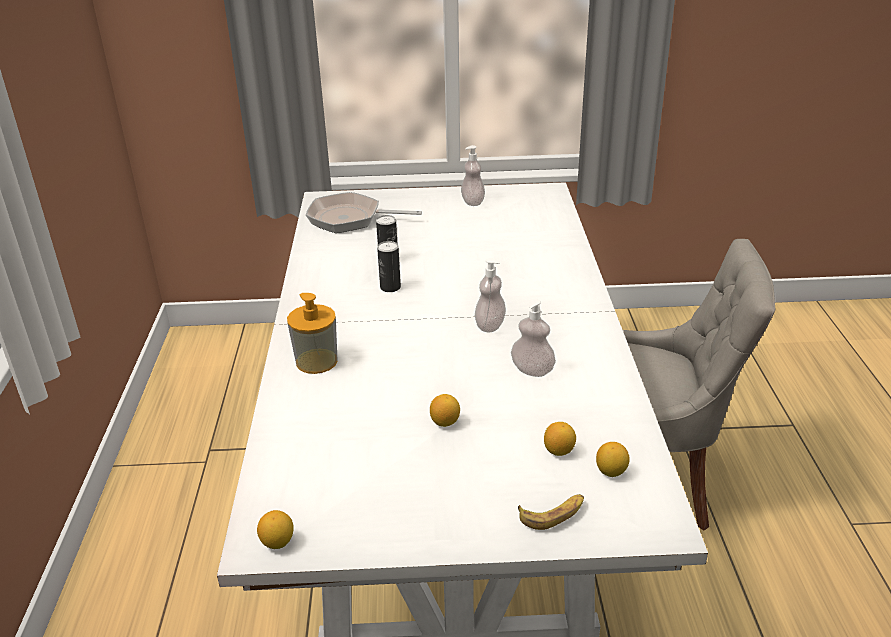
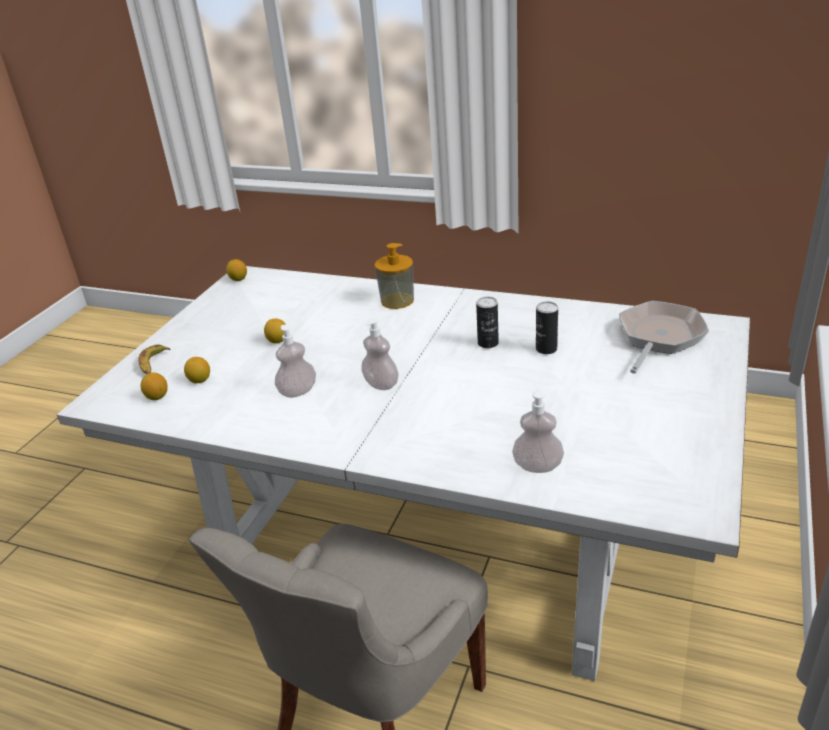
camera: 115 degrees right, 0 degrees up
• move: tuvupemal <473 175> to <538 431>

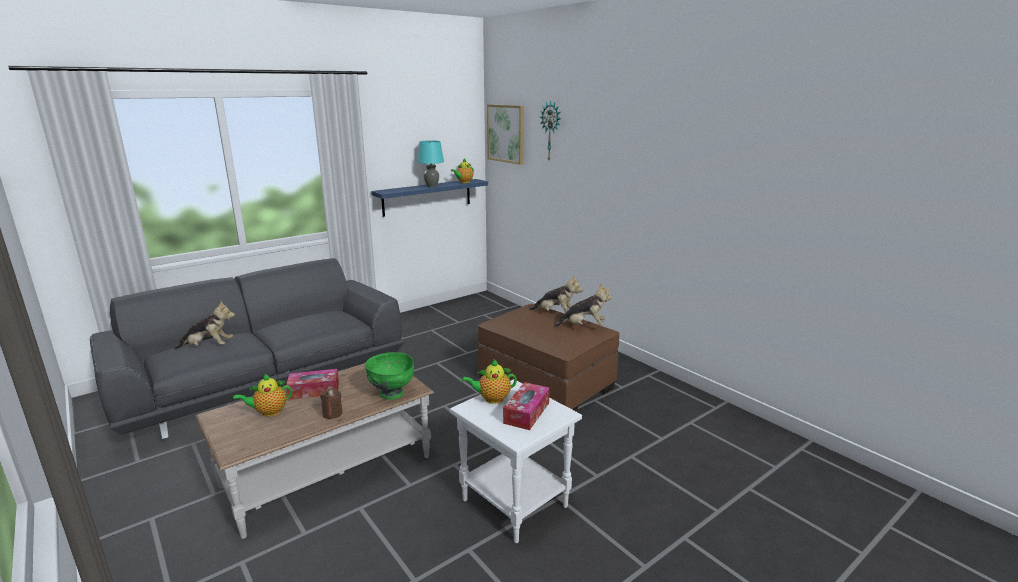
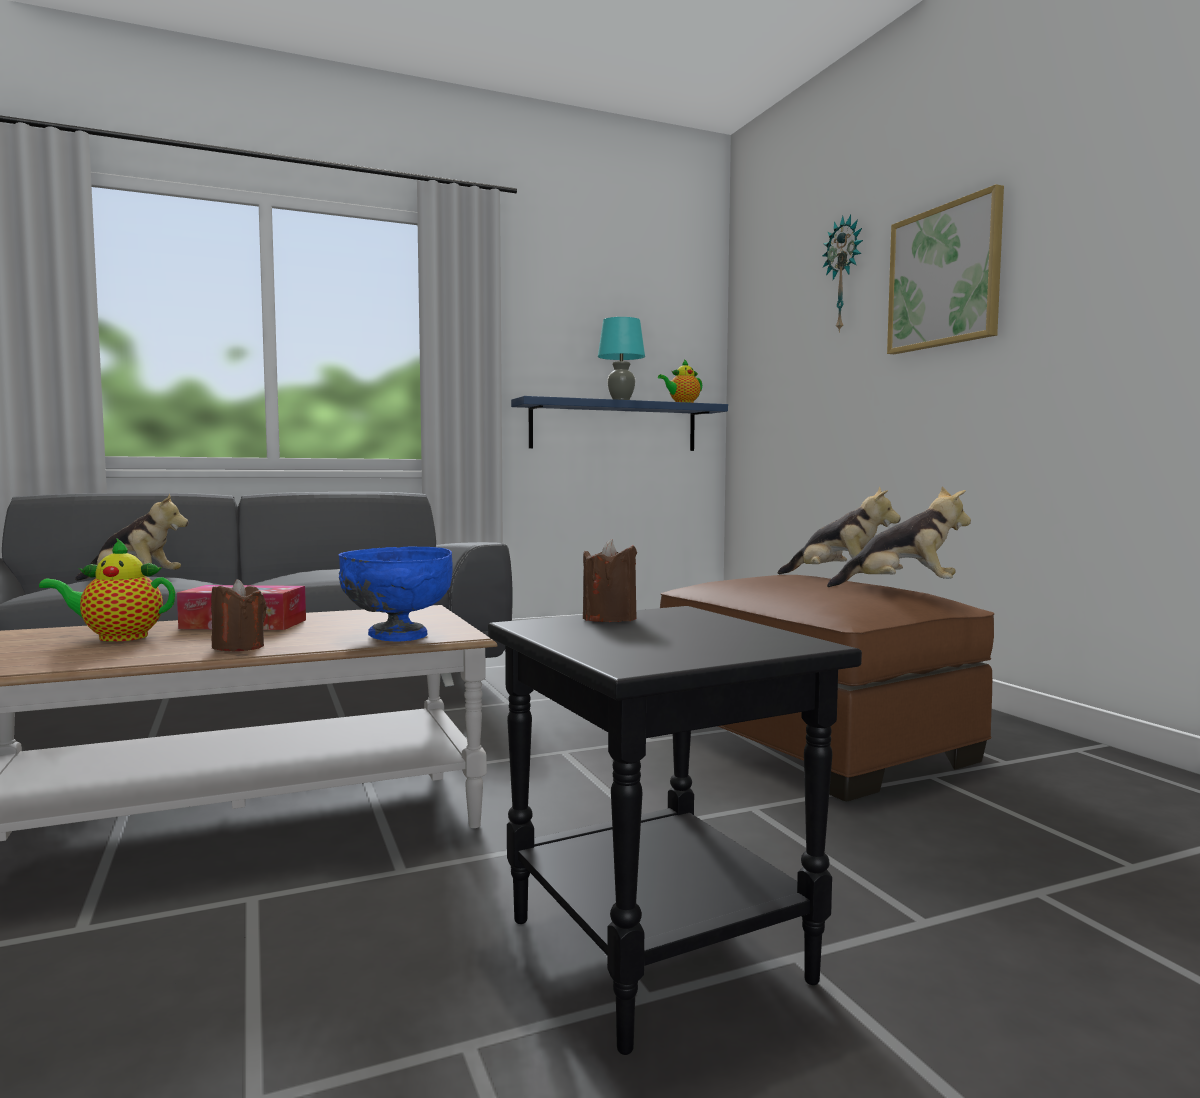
camera: 15 degrees right, 15 degrees down
• move: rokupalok <505 134> to <945 269>
• recolor: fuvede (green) <389 376> to fuvede (blue) <395 594>
• replace: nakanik <489 381> to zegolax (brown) <610 580>
• recolor: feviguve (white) <516 461> to feviguve (black) <675 830>
• delete: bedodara <526 406>

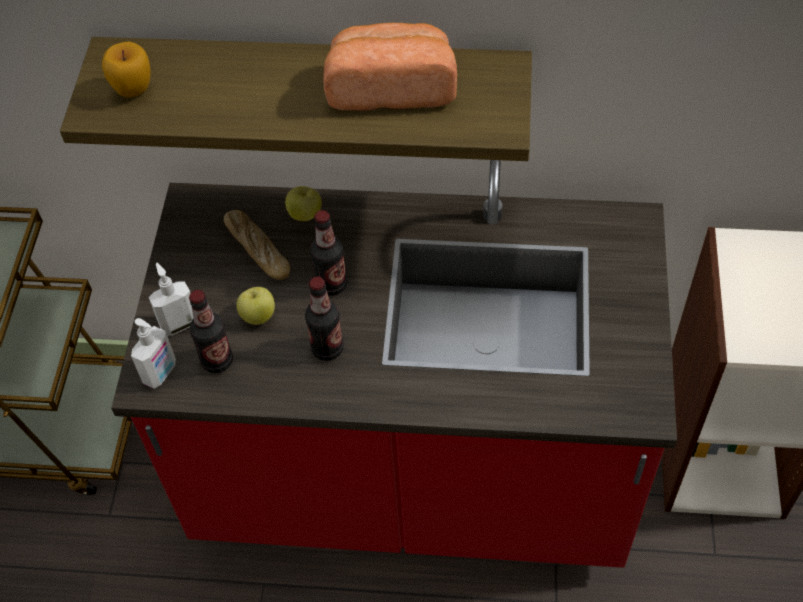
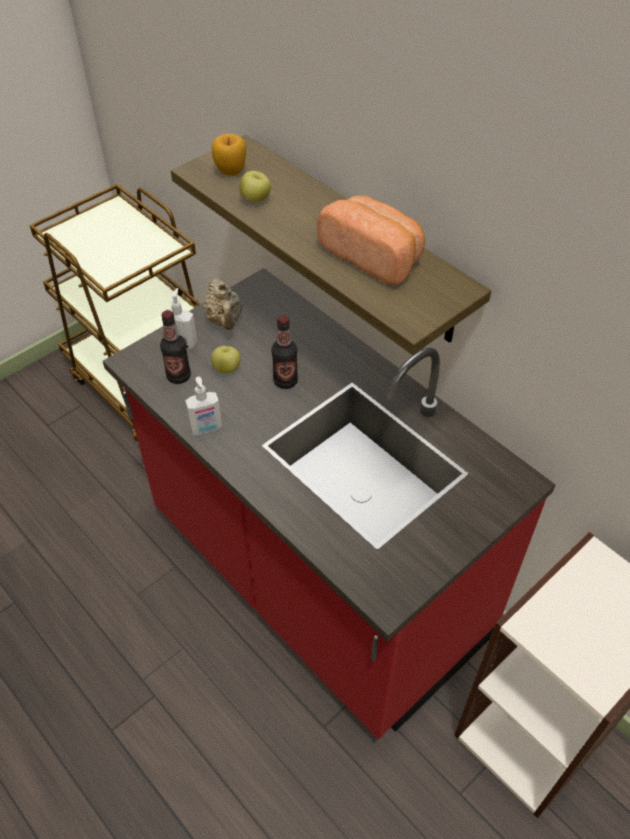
camera: 40 degrees right, 5 degrees down
• move: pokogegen <303 203> to <255 187>
• delete: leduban <257 245>
• delete: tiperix <324 319>
• move: tuvupemal <153 353> to <203 405>
• insert: nakanik (beige) <223 304>

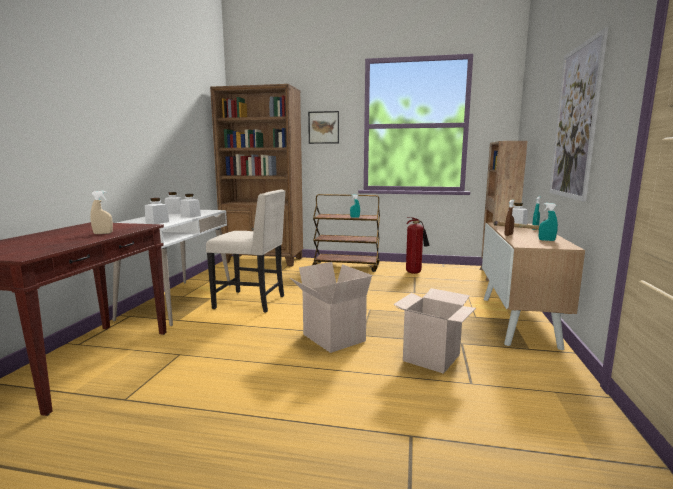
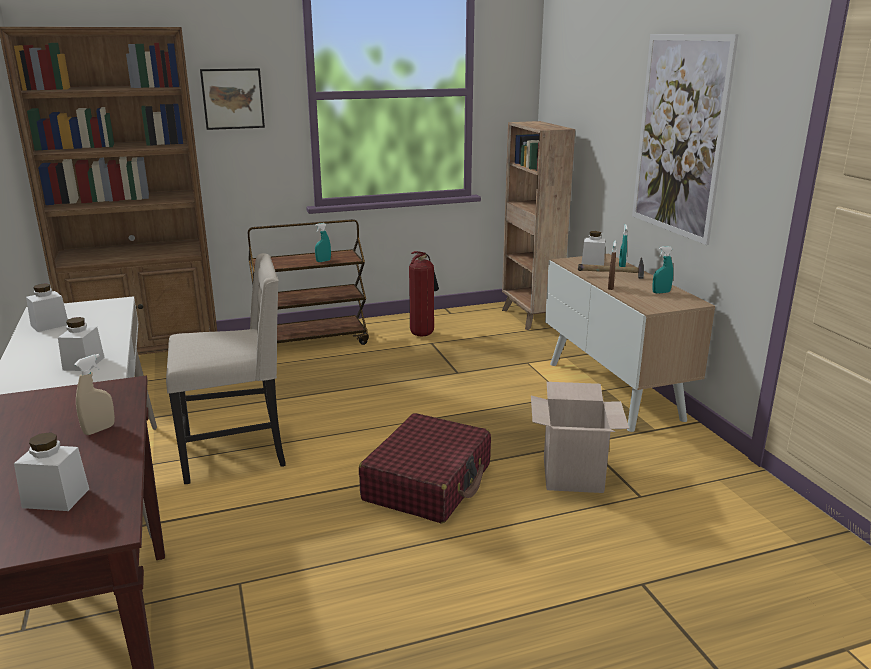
camera: 30 degrees left, 10 degrees up
• move: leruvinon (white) <190 206> to <51 471>
• replace: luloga <331 307> to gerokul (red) <425 468>

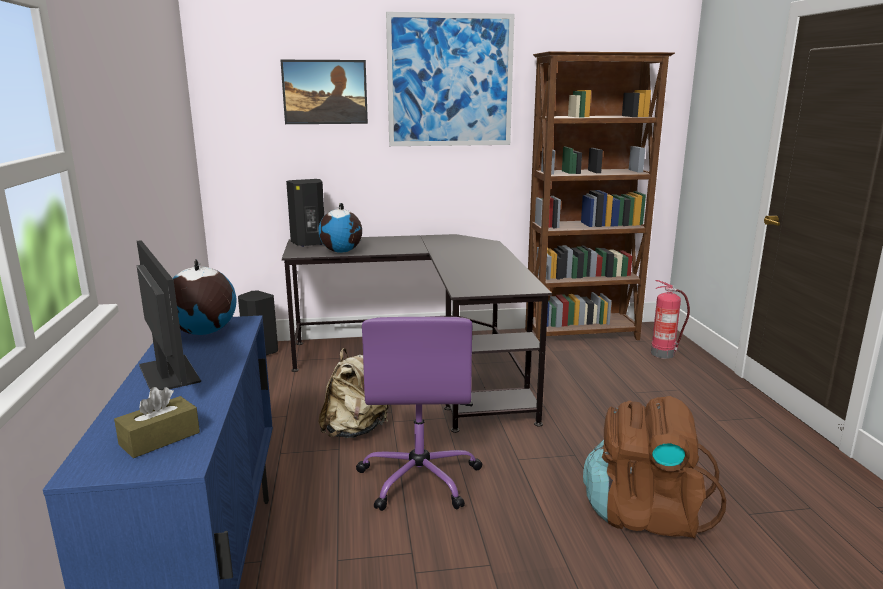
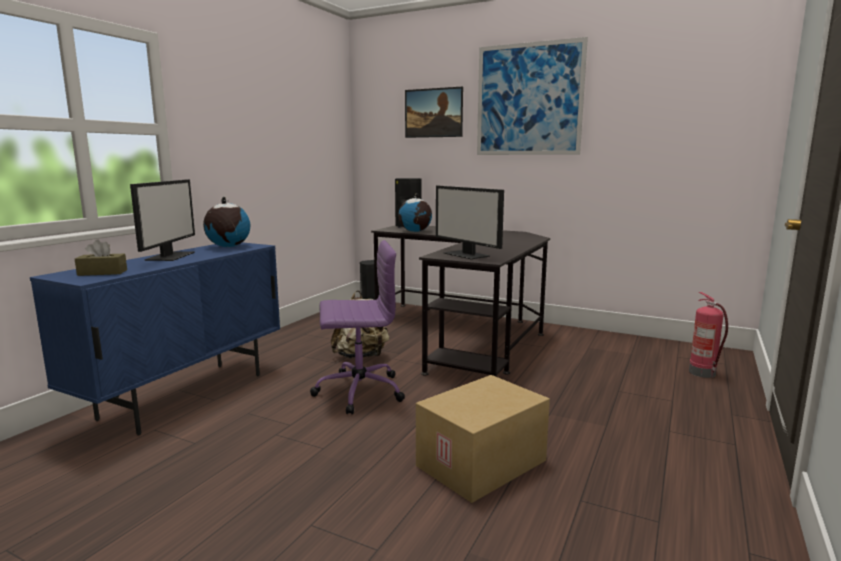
camera: 35 degrees right, 5 degrees down
• delete: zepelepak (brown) <600 196>
• rotate: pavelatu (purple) <419 414> = <357 327> 135 degrees counterclockwise
• replace: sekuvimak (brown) <654 467> to luloga <483 439>
• insert: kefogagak <470 222>

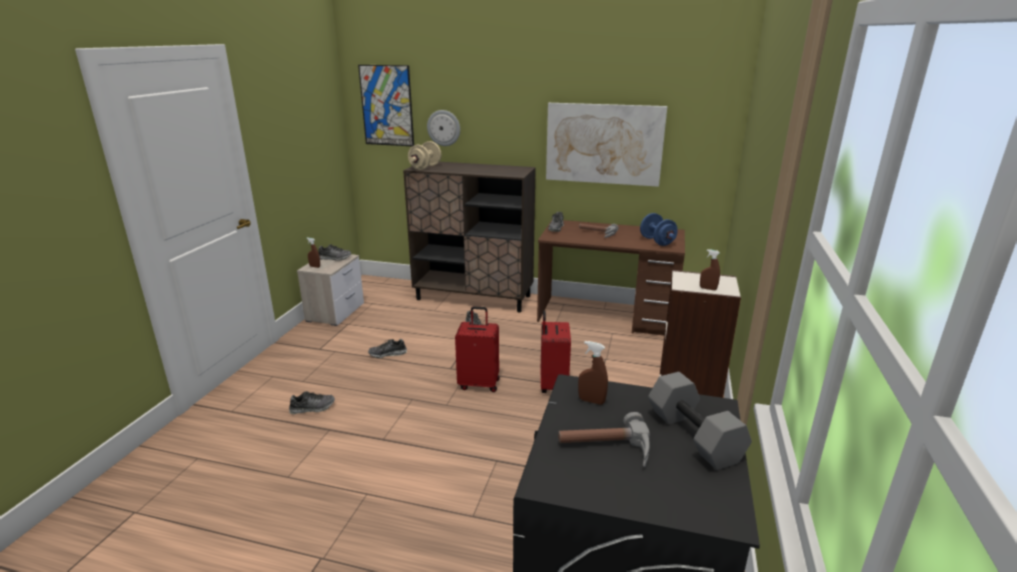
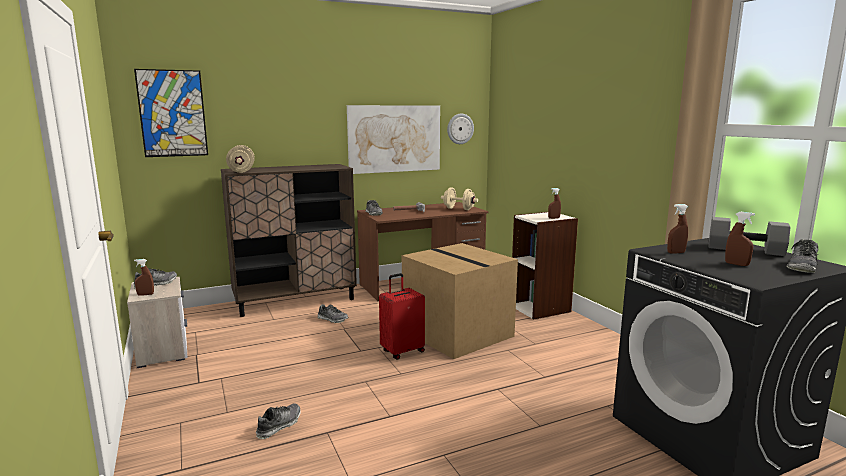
camera: 40 degrees left, 10 degrees down
• move: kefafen <443 128> to <460 129>
• recolor: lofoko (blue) <659 229> to lofoko (beige) <459 198>
• replace: gerokul (red) <556 351> to luloga <460 301>
• move: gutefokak <387 348> to <802 256>
• replace: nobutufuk <604 440> to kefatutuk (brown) <740 239>

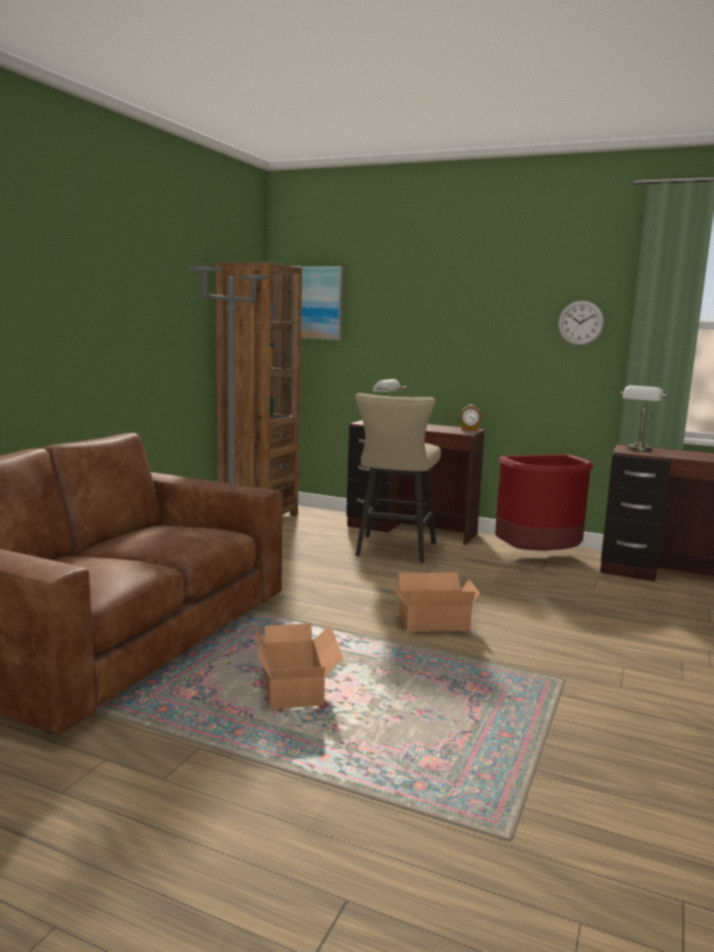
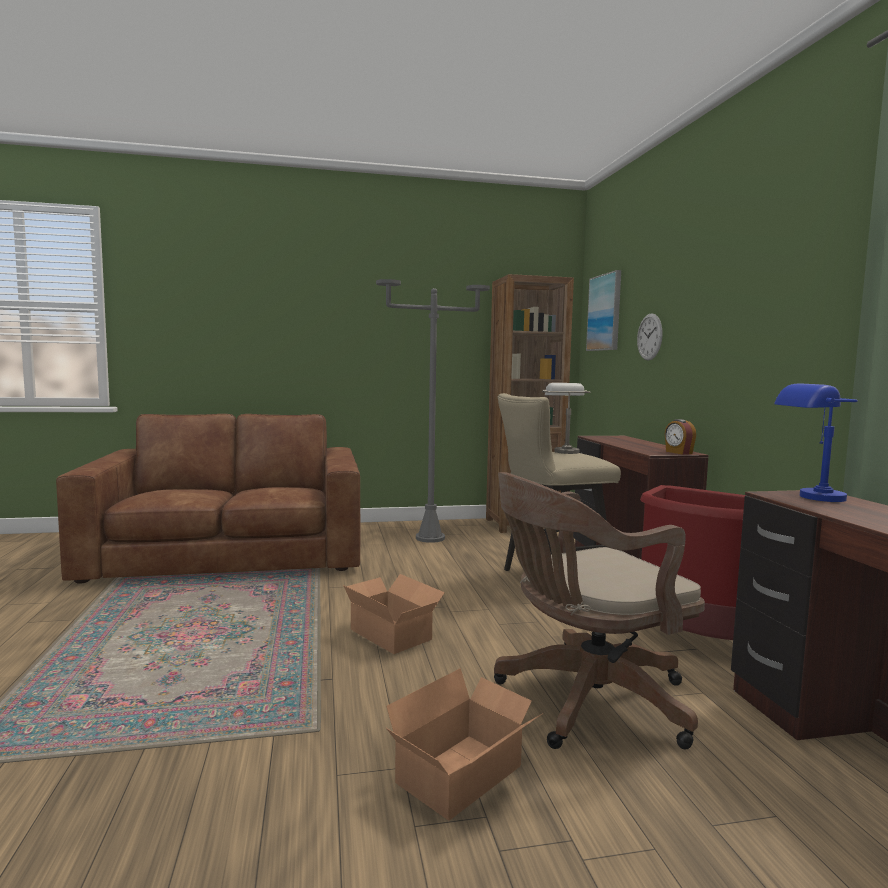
camera: 55 degrees right, 5 degrees down
• move: kefafen <581 323> to <649 337>
• recolor: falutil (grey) <644 418> to falutil (blue) <816 443>
• move: luloga <299 666> to <464 744>
• insert: pavelatu (brown) <599 610>

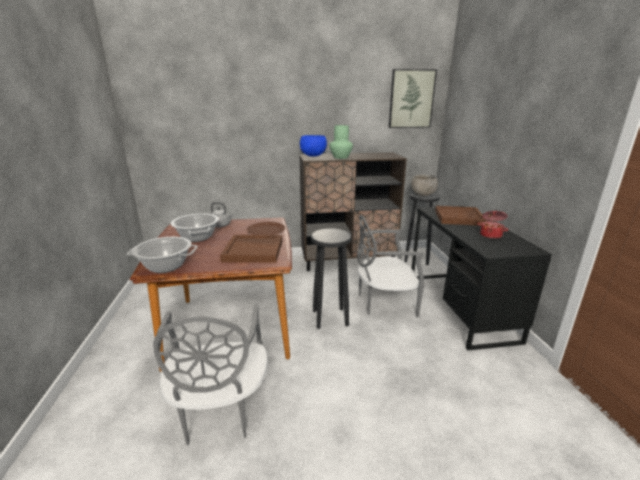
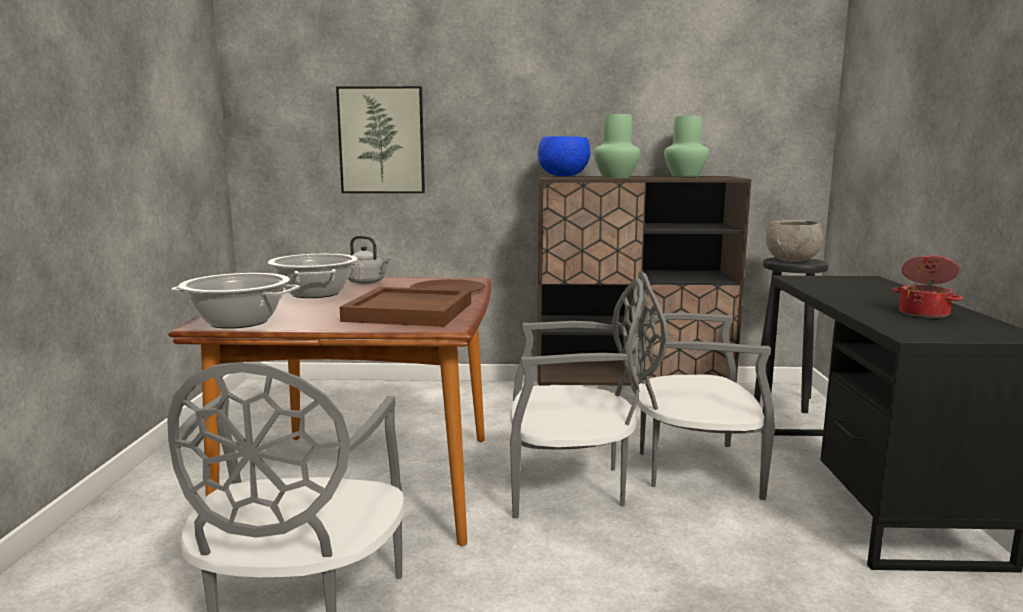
camera: 10 degrees right, 10 degrees down
• move: rokupalok <413 98> to <380 139>
• delete: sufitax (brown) <461 216>
• replace: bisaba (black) <331 278> to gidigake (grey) <576 398>
• insert: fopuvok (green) <686 146>

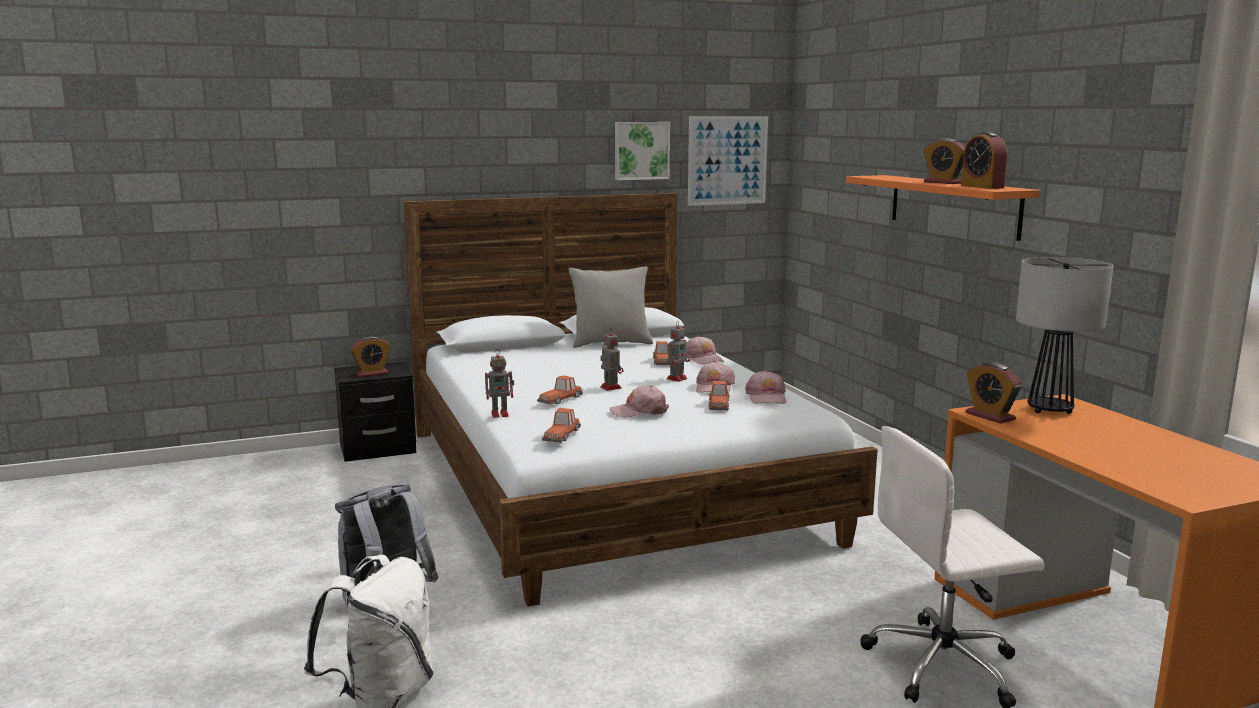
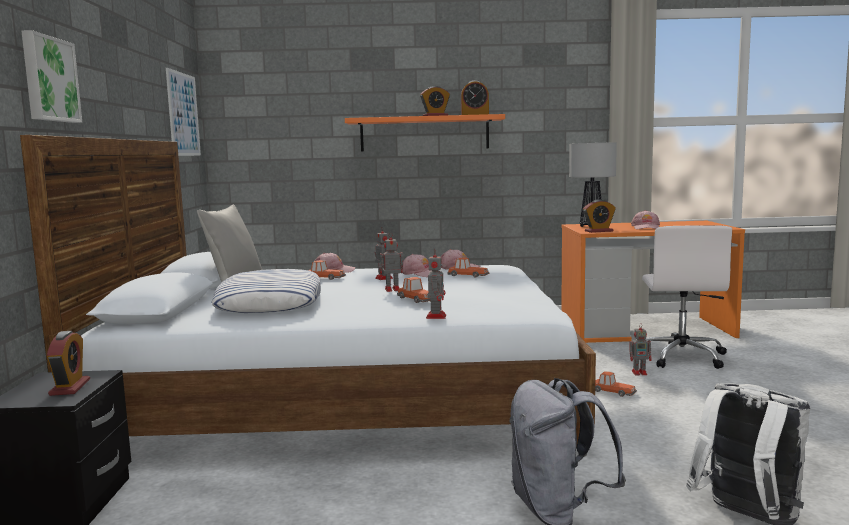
camera: 70 degrees left, 5 degrees down
• move: rokupalok <642 151> to <51 76>
• move: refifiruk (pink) <639 401> to <645 220>
• move: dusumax <561 425> to <616 384>
• insert: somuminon <266 291>
• insert: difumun <640 349>

